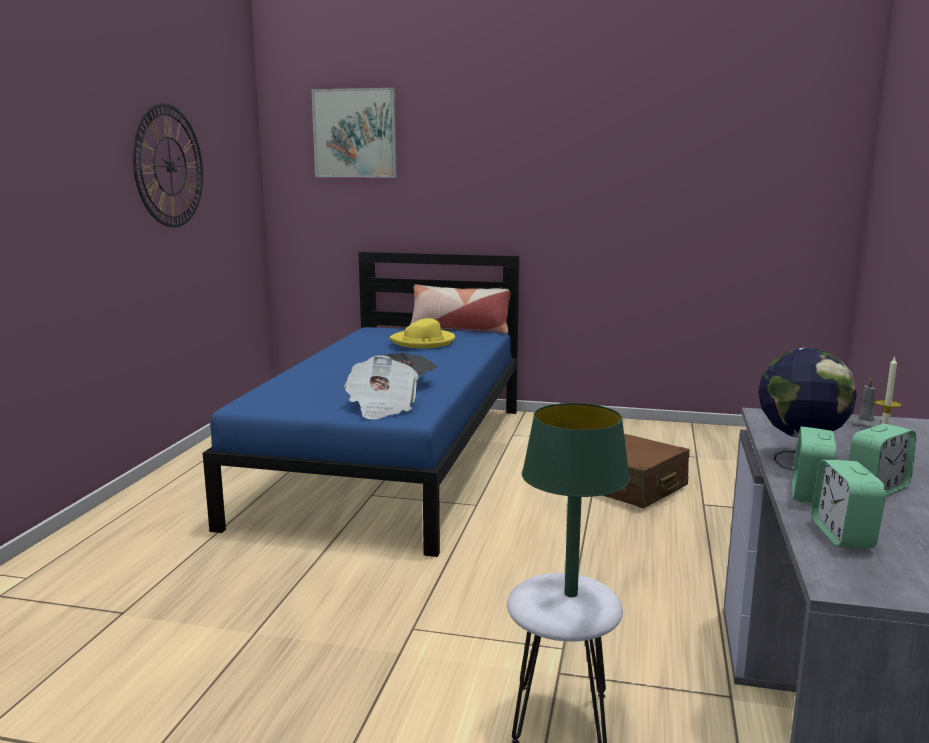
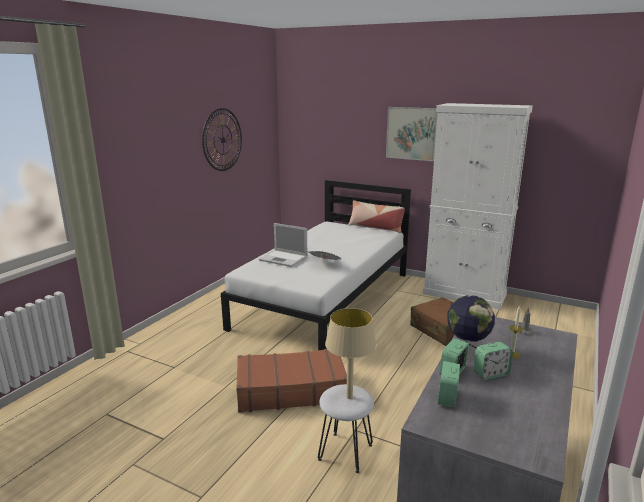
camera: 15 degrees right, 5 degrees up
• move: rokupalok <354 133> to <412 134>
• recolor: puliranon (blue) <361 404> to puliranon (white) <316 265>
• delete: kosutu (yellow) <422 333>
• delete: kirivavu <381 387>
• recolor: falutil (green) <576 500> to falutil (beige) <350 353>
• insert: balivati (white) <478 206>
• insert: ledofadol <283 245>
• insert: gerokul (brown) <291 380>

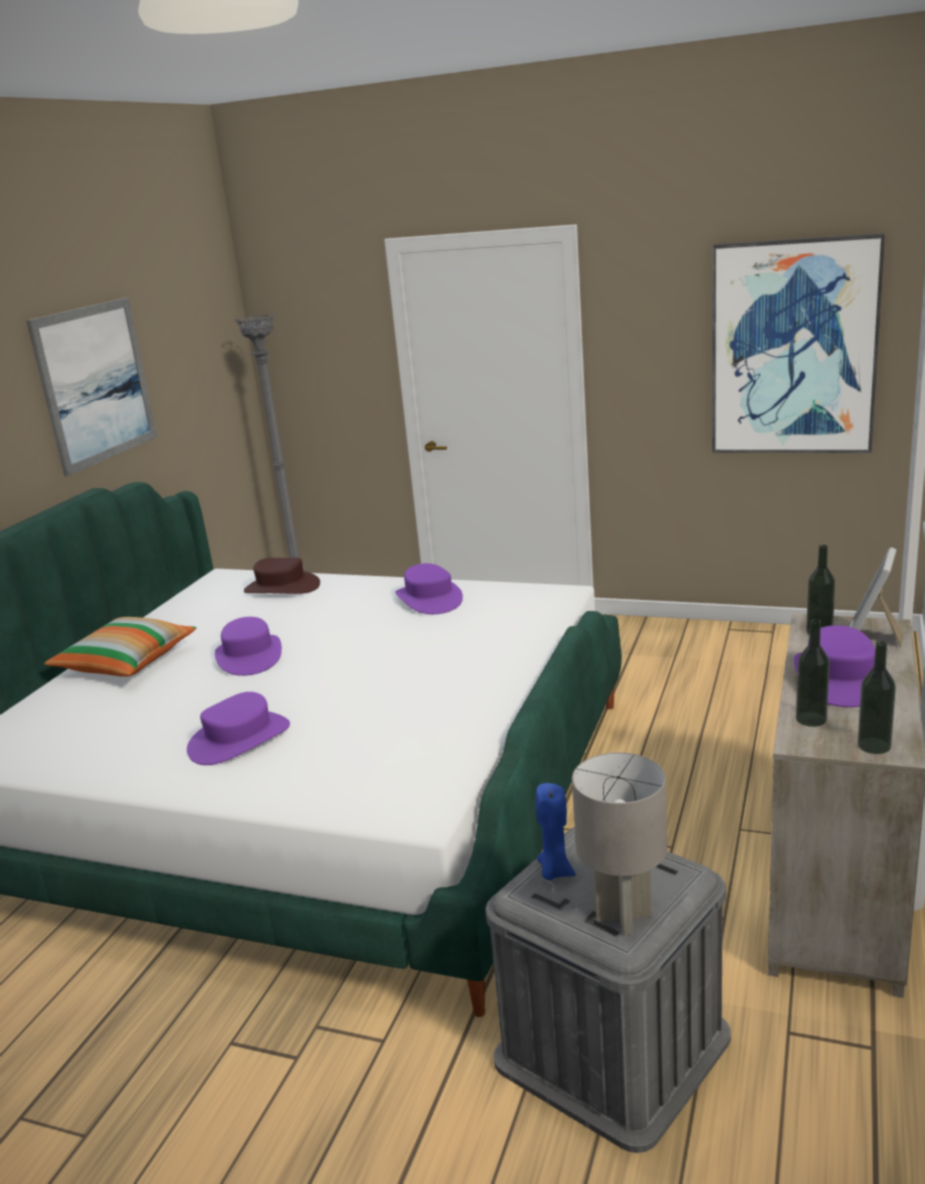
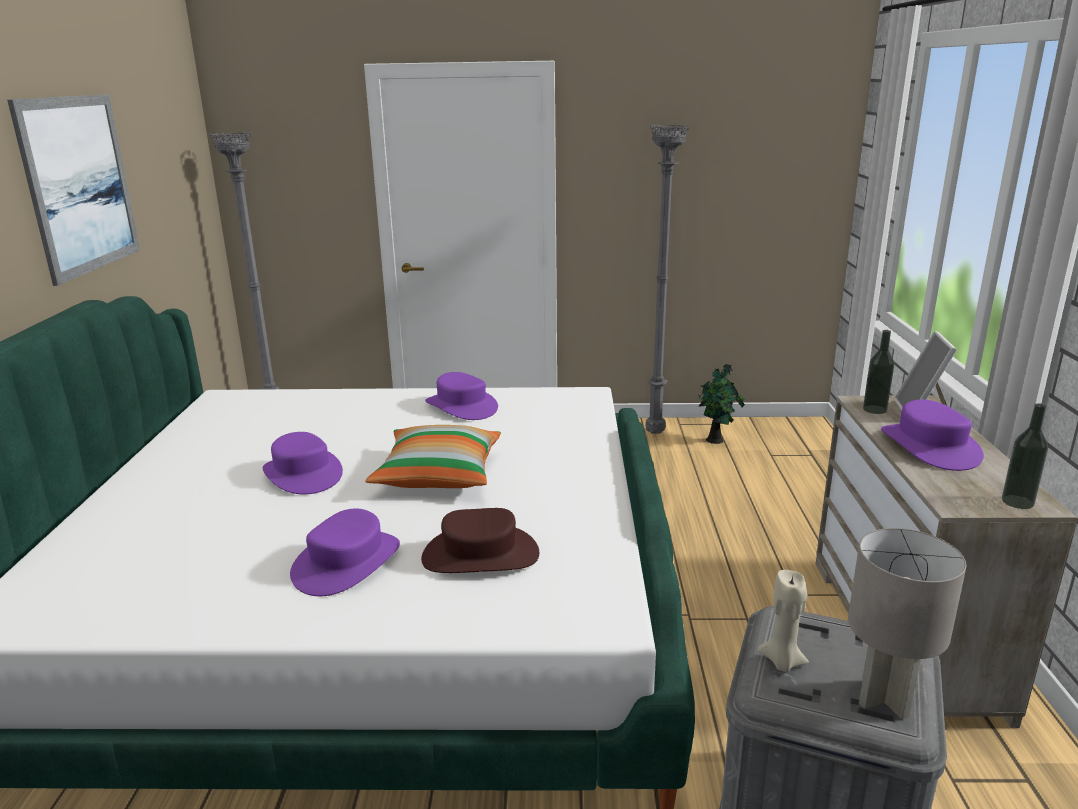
camera: 20 degrees left, 0 degrees up
• delete: rokupalok <798 343>
• move: kosutu (brown) <282 576> to <480 540>
• move: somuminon <120 647> to <433 456>
• delete: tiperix <813 673>
• recolor: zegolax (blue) <556 831> to zegolax (beige) <783 621>
• insert: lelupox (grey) <667 279>
• insert: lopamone <721 404>

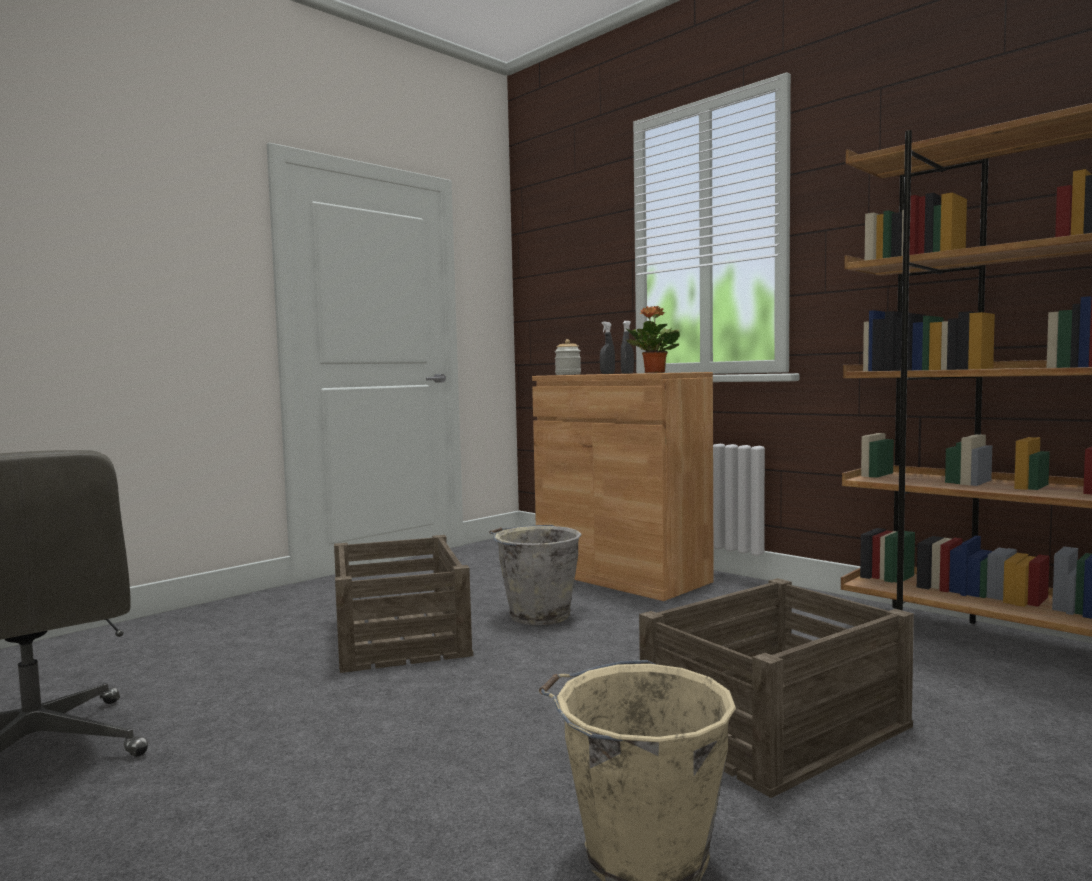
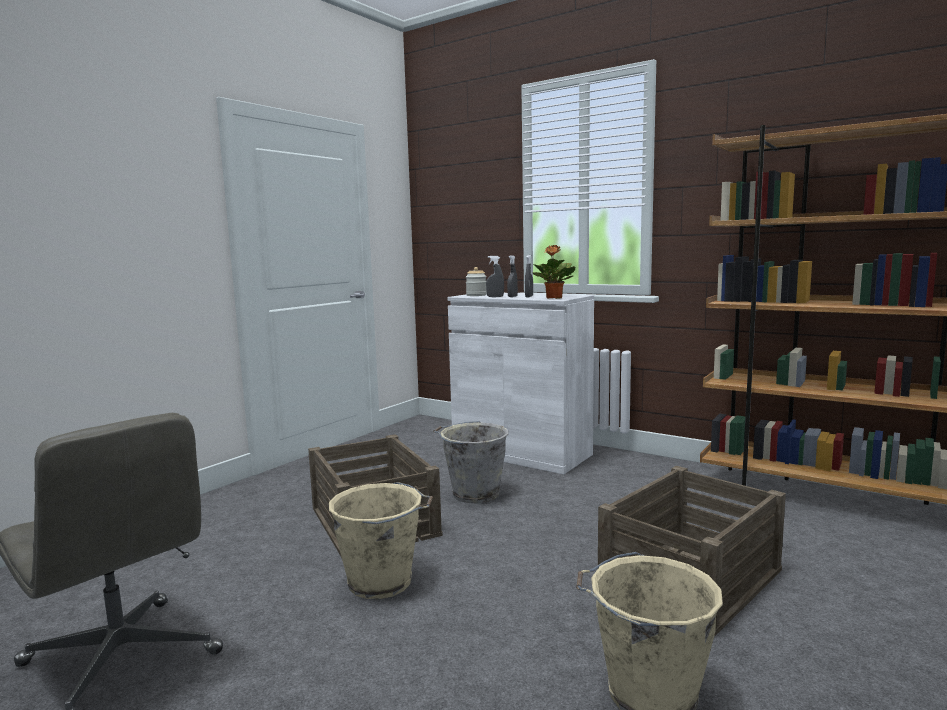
camera: 10 degrees left, 5 degrees up
• recolor: balivati (brown) <623 486> to balivati (white) <521 384>
• insert: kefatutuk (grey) <495 276>
• insert: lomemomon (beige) <381 540>

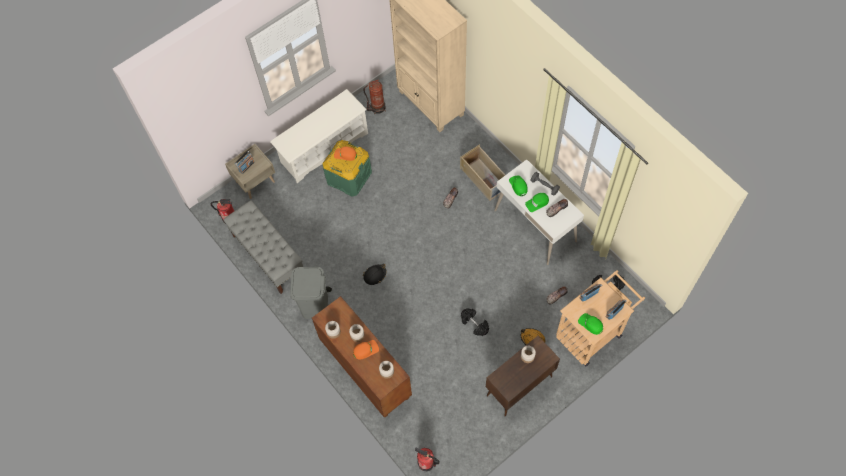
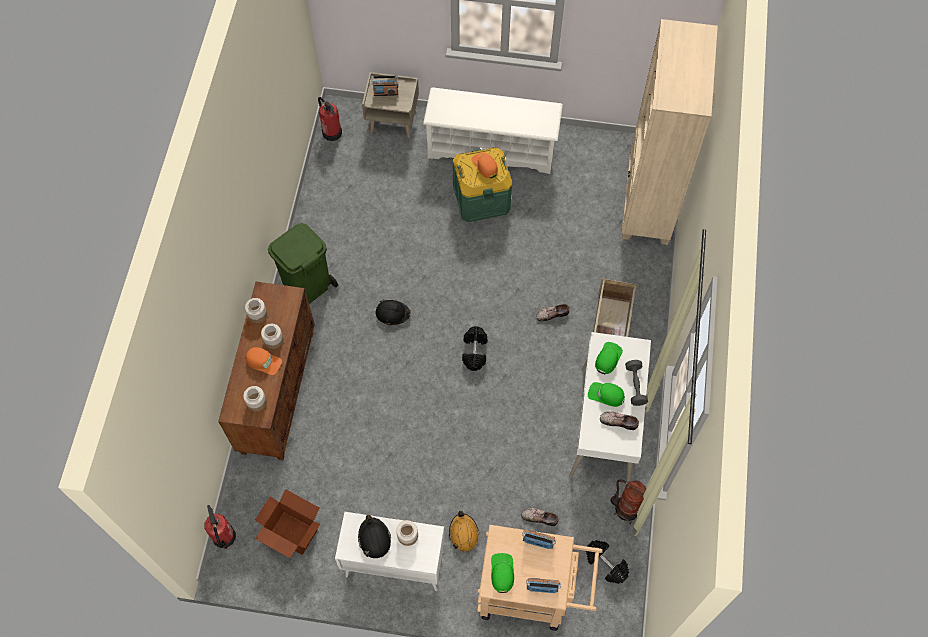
camera: 45 degrees right, 0 degrees up
• move: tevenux <374 97> to <628 502>
• delete: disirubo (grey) <263 247>
• recolor: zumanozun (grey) <311 293> to zumanozun (green) <303 263>
• move: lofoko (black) <475 322> to <475 348>
• recolor: balivati (brown) <523 376> to balivati (white) <390 551>
• insert: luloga <287 523>
• insert: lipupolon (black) <374 536>

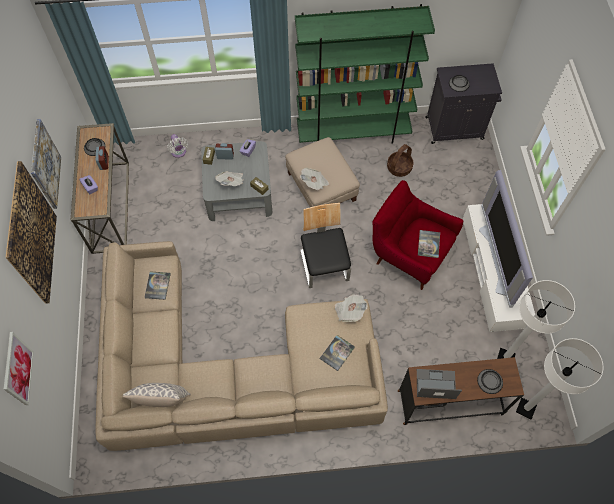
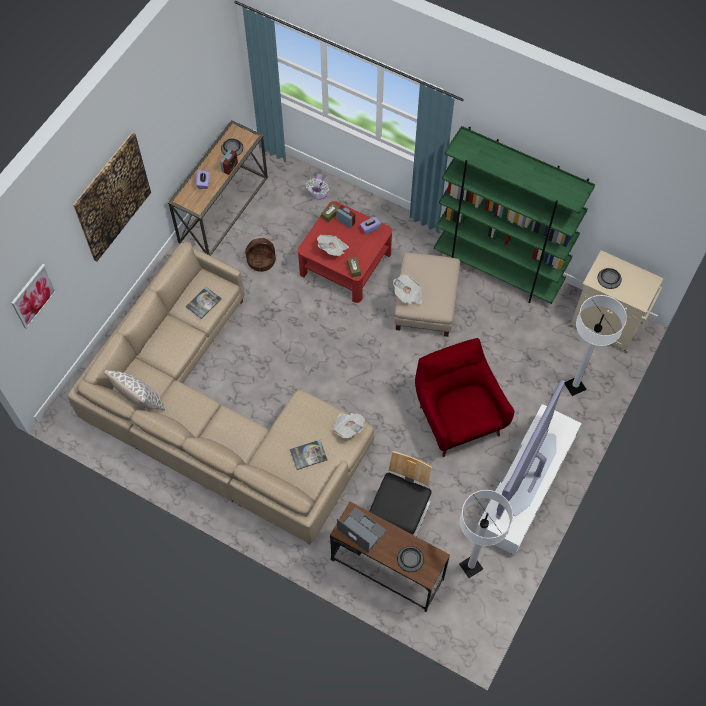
camera: 35 degrees right, 0 degrees up
• recolor: balivati (black) <463 103> to balivati (beige) <615 301>
• delete: rokupalok <46 164>
• recolor: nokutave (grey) <236 181> to nokutave (red) <345 252>
• move: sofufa <400 160> to <260 255>
• move: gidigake <325 245> to <400 493>
• delete: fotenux <429 244>
• move: lelupox (white) <560 378> to <595 345>

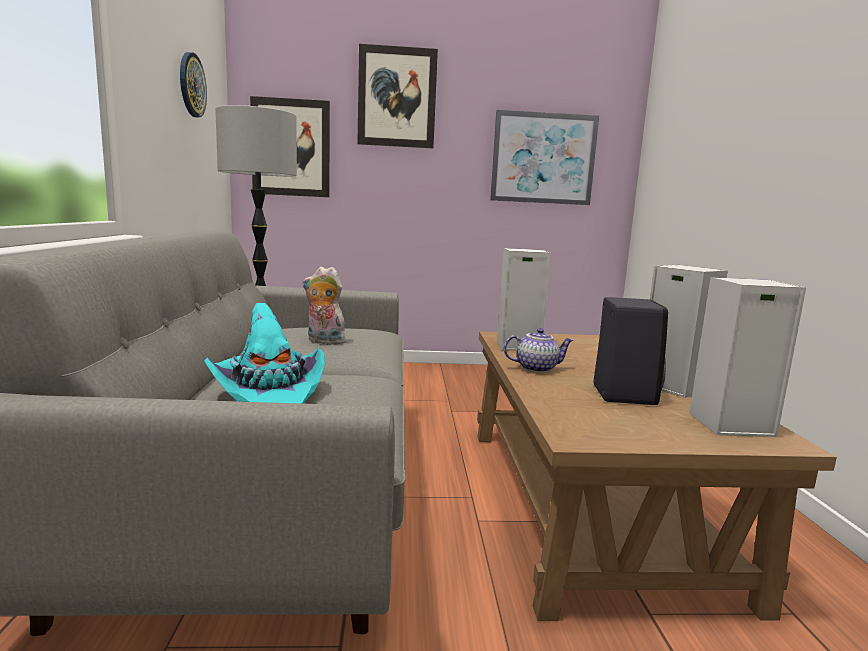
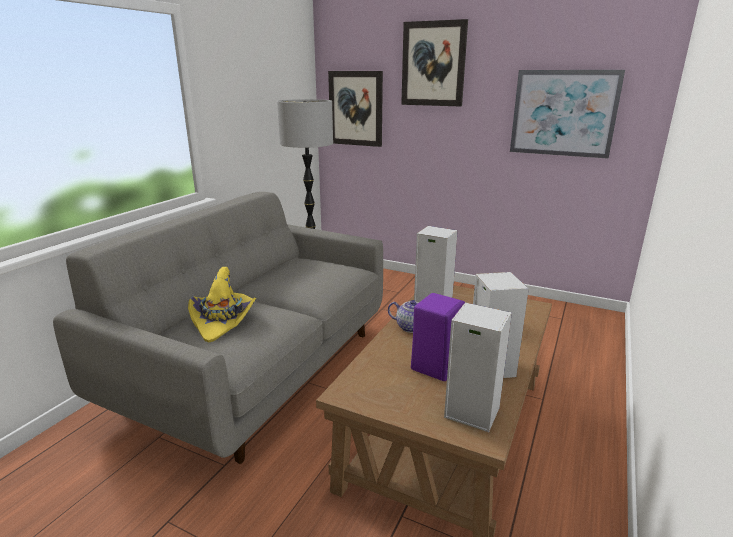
camera: 30 degrees right, 10 degrees up
• delete: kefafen <193 85>
• delete: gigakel <326 306>
• recolor: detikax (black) <631 351> to detikax (purple) <438 337>
• recolor: kosutu (turquoise) <264 353> to kosutu (yellow) <222 305>

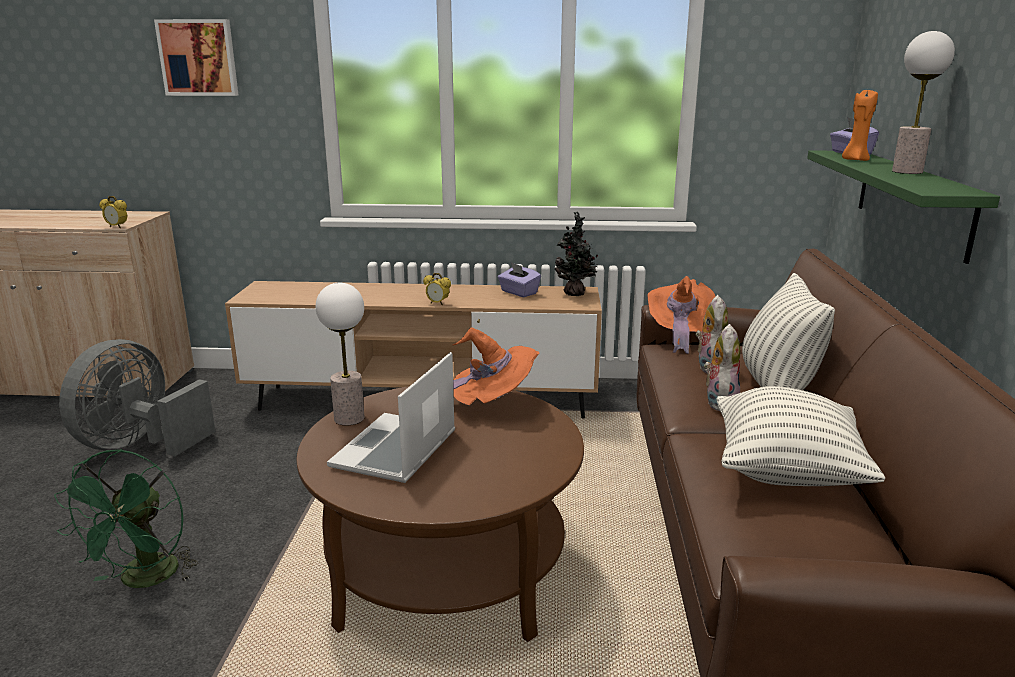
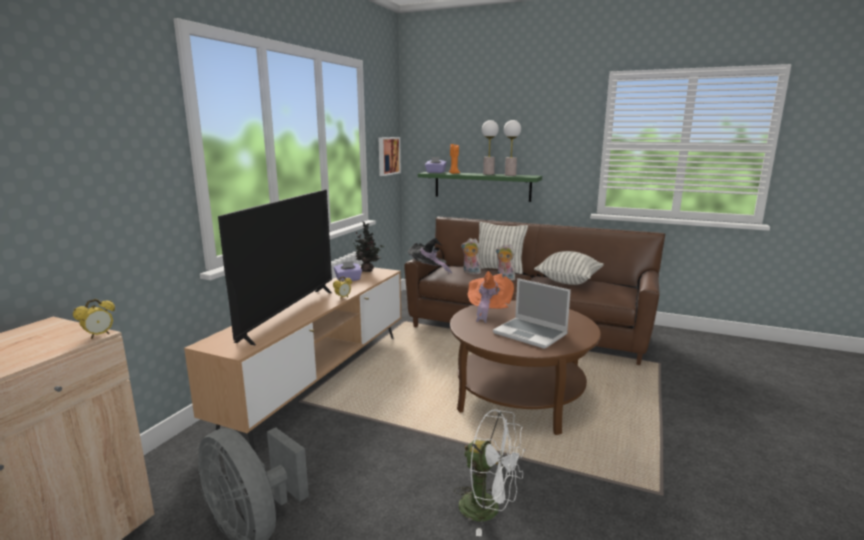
camera: 70 degrees left, 5 degrees down
• move: rokupalok <196 57> to <390 156>
• recolor: kosutu (orange) <682 315> to kosutu (black) <430 256>
• move: falutil <340 354> to <512 148>
• recolor: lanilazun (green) <126 518> to lanilazun (white) <489 473>
• insert: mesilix <275 267>

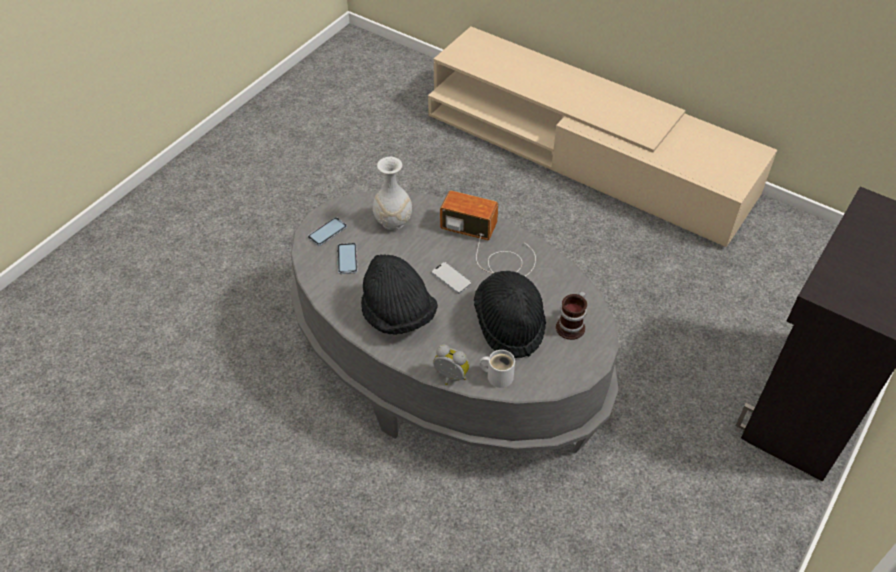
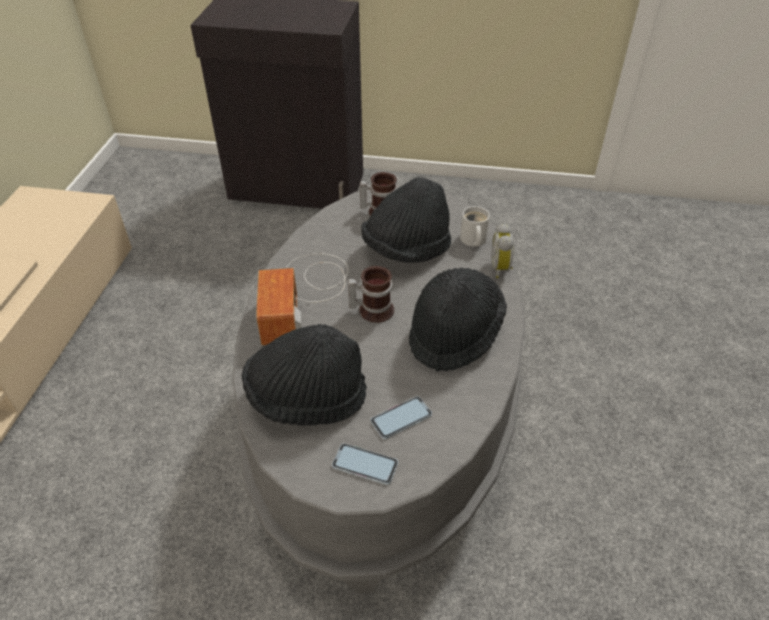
camera: 115 degrees left, 5 degrees down
• replace: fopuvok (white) <392 193> to kosutu (black) <304 375>
• replace: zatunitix <452 278> to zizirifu <371 294>

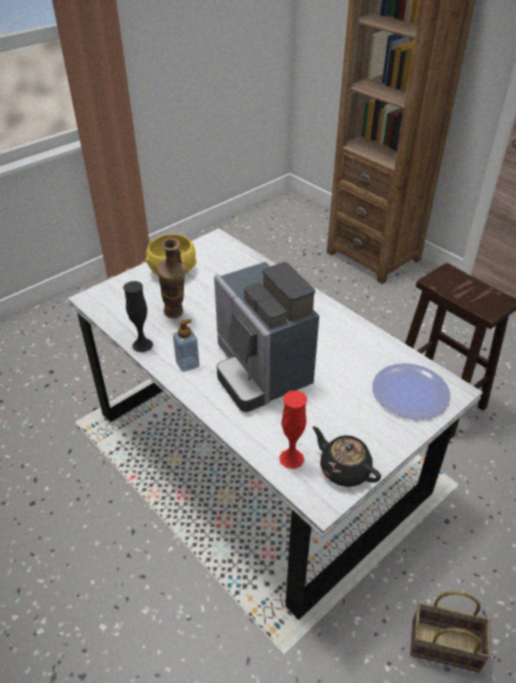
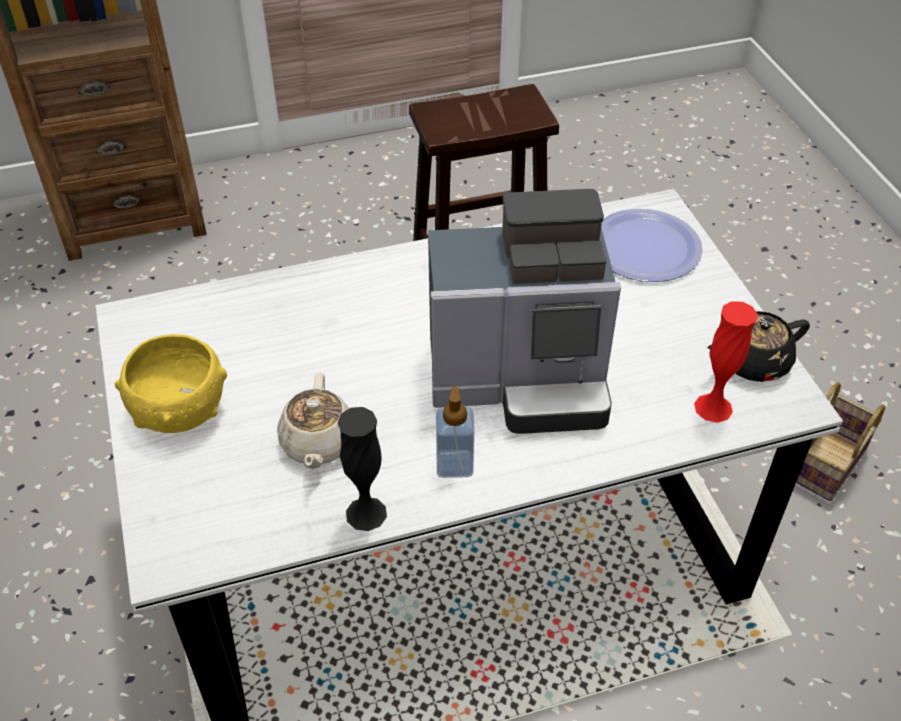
camera: 65 degrees left, 5 degrees up
• replace: fopuvok <171 278> to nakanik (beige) <313 420>

